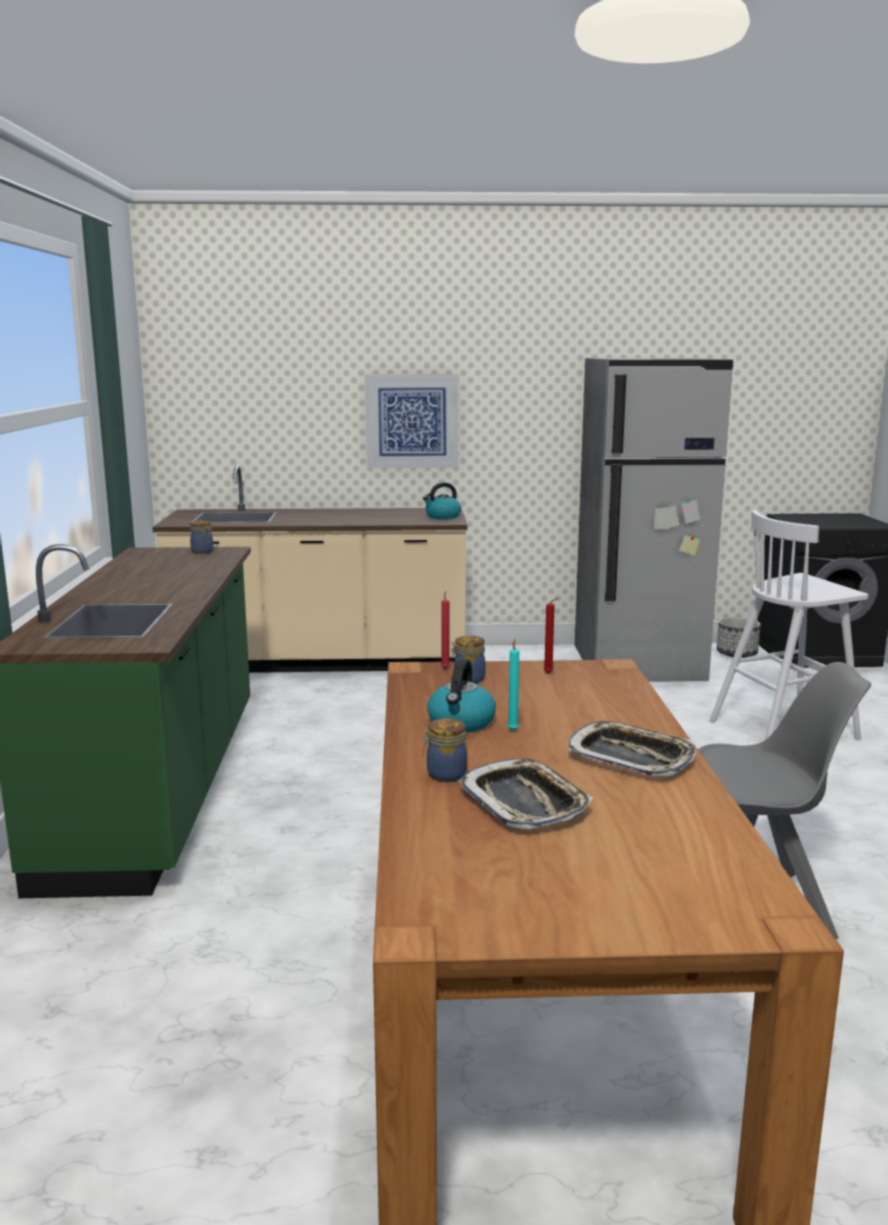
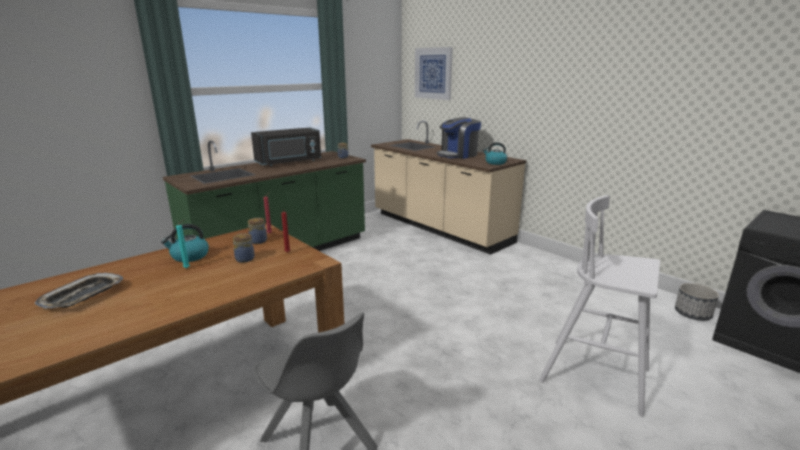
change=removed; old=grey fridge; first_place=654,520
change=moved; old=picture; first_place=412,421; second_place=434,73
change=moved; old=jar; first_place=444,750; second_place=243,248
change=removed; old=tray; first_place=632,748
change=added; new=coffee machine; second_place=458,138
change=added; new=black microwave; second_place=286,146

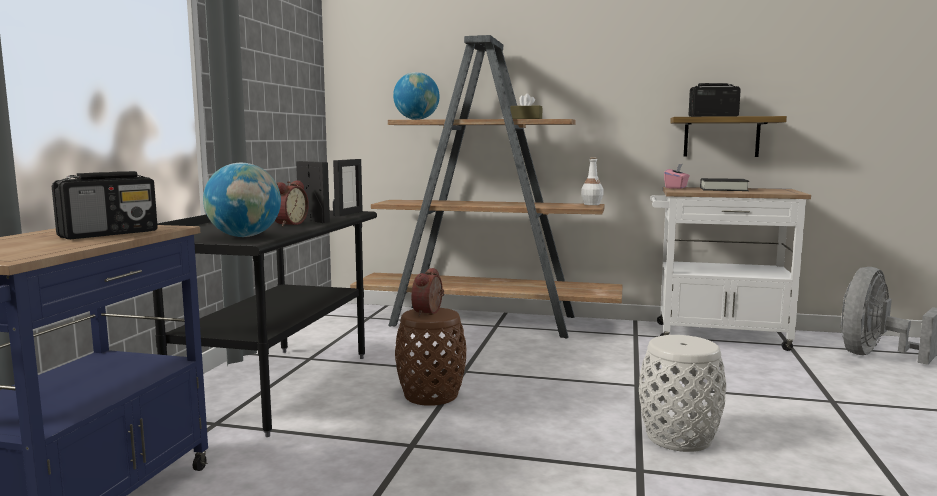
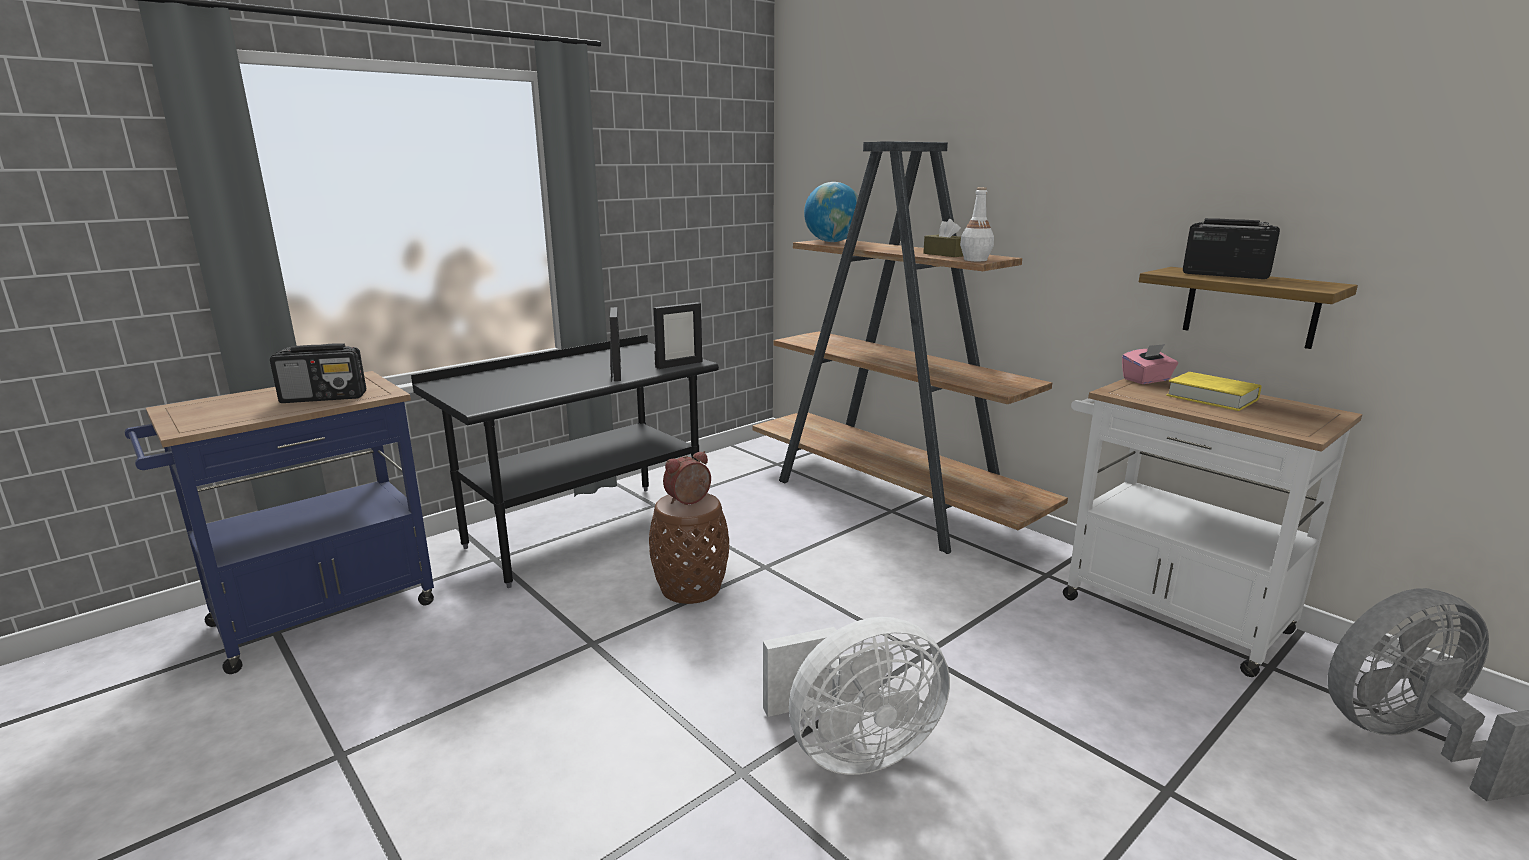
change=moved; old=white bottle; first_place=592,181; second_place=977,224
change=removed; old=globe; first_place=242,200
change=recoloured; old=black book; new=yellow book; first_place=724,184; second_place=1213,391
change=removed; old=alarm clock; first_place=292,203
change=replaced; old=white stool; new=white fan; first_place=682,393; second_place=856,696

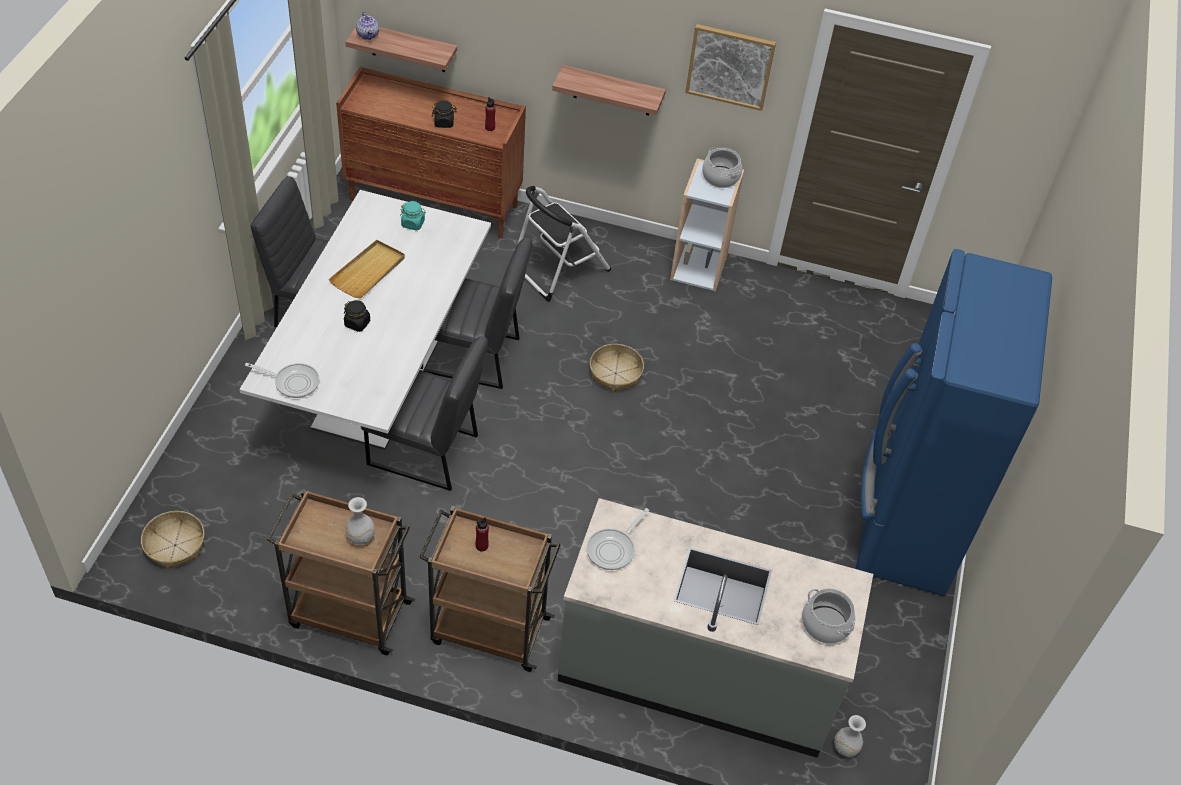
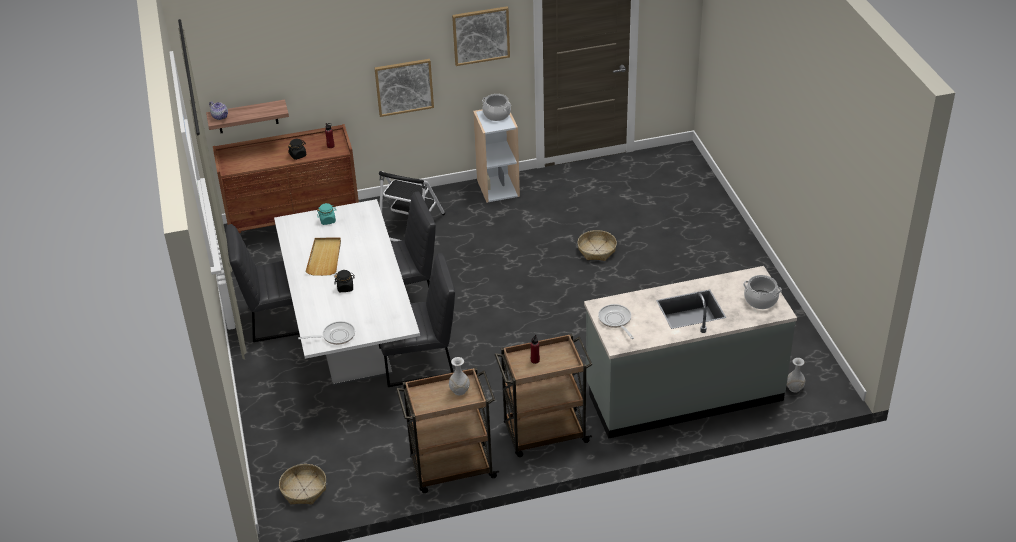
change=replaced; old=shelf; new=picture; first_place=609,90; second_place=404,88
change=removed; old=blue fridge; first_place=954,422
change=moved; old=basket; first_place=617,368; second_place=597,245
change=turned; old=frying pan; first_place=618,539; second_place=616,321; degrees=150

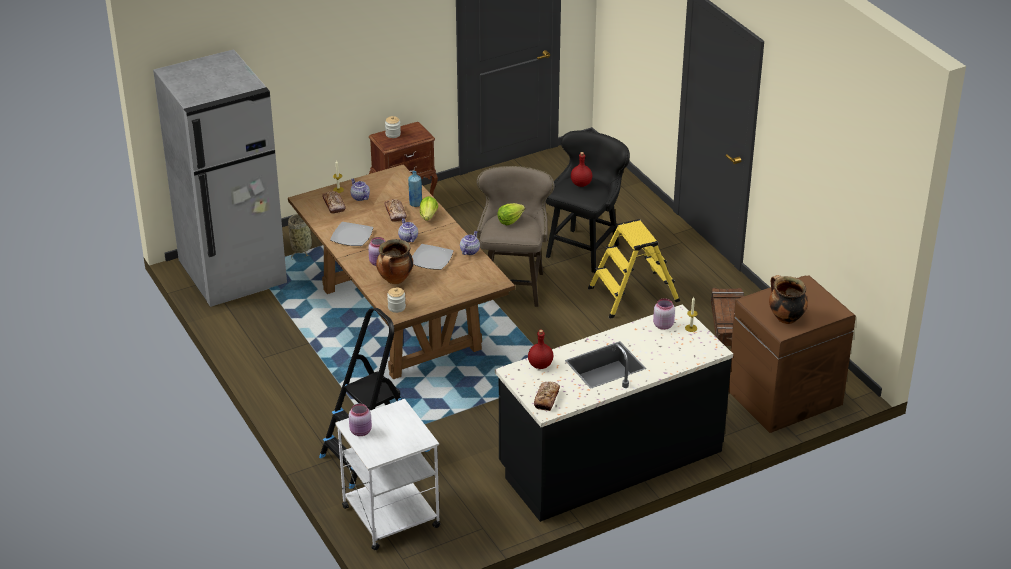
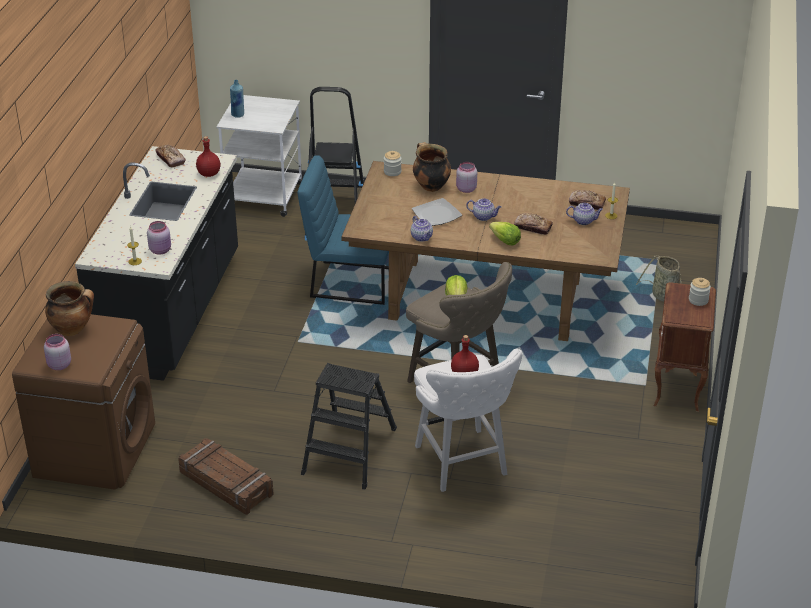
change=removed; old=grey fridge; first_place=220,178
change=recoloured; old=black stool; new=white stool; first_place=588,202; second_place=468,420
change=moved; old=blue bottle; first_place=415,189; second_place=237,99
change=recoloured; old=yellow step ladder; new=black step ladder; first_place=634,269; second_place=349,426
change=removed; old=plate; first_place=351,234
change=moved; old=pink jar; first_place=360,420; second_place=57,352
change=added; new=blue chair; second_place=343,230

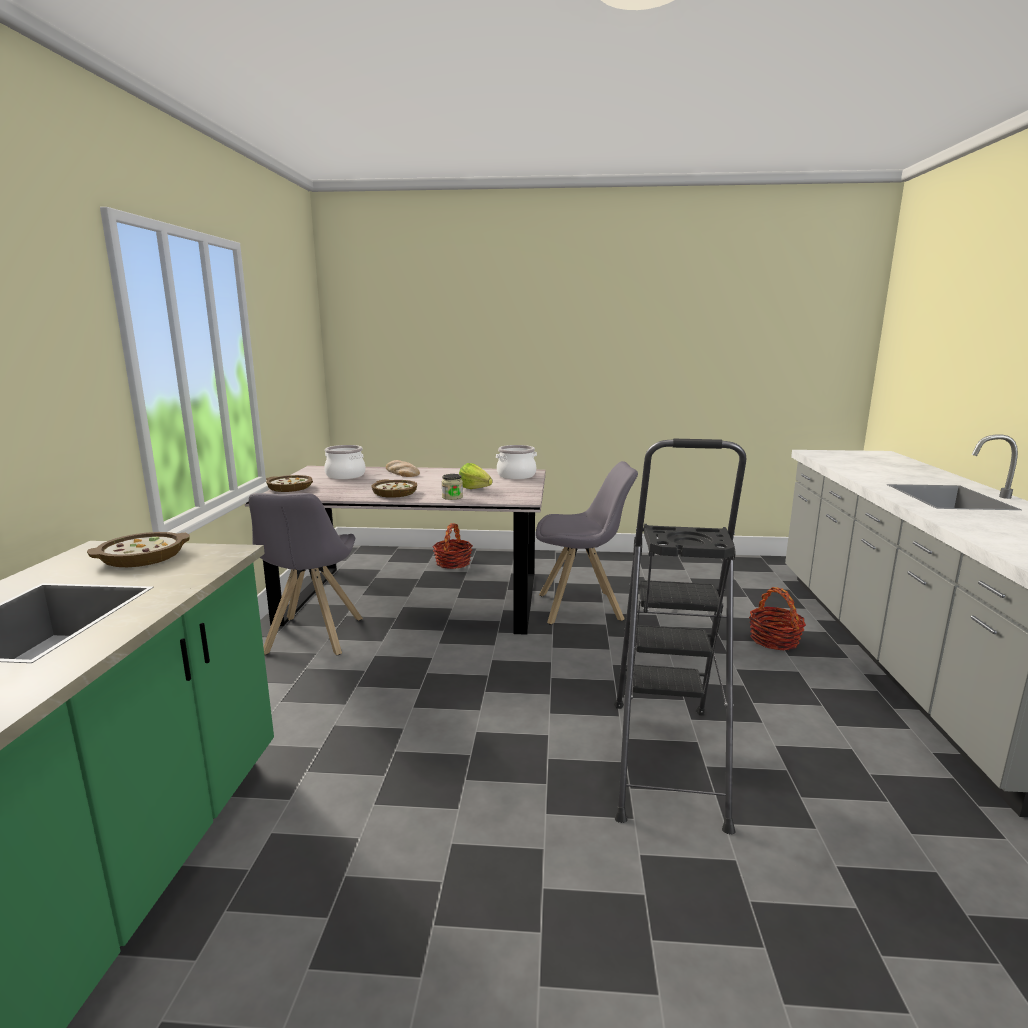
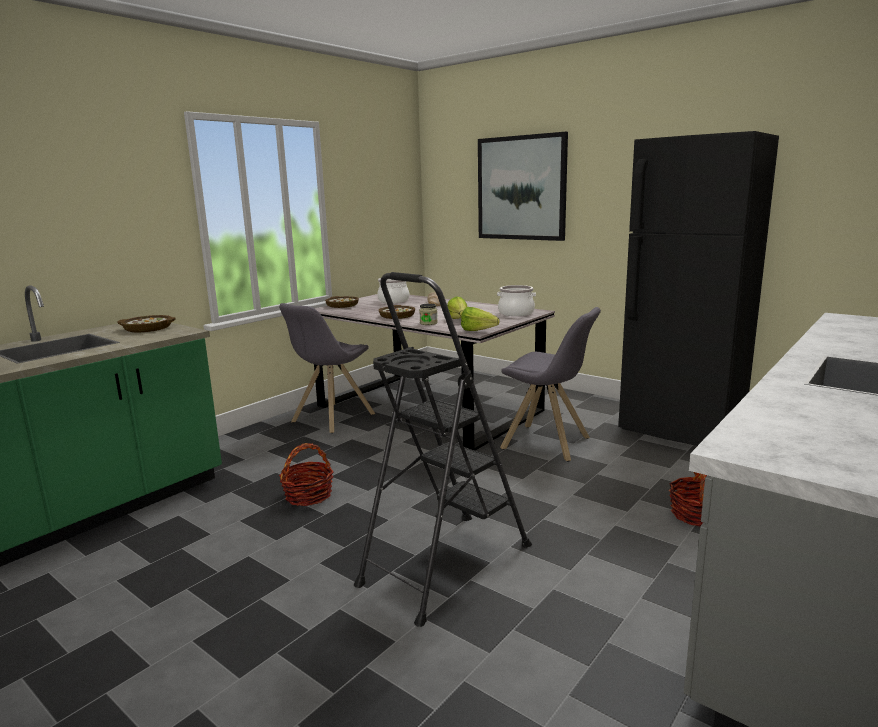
change=moved; old=basket; first_place=452,546; second_place=306,474
change=added; new=black fridge; second_place=698,288
change=added; new=picture; second_place=523,186
change=added; new=lettuce; second_place=480,319

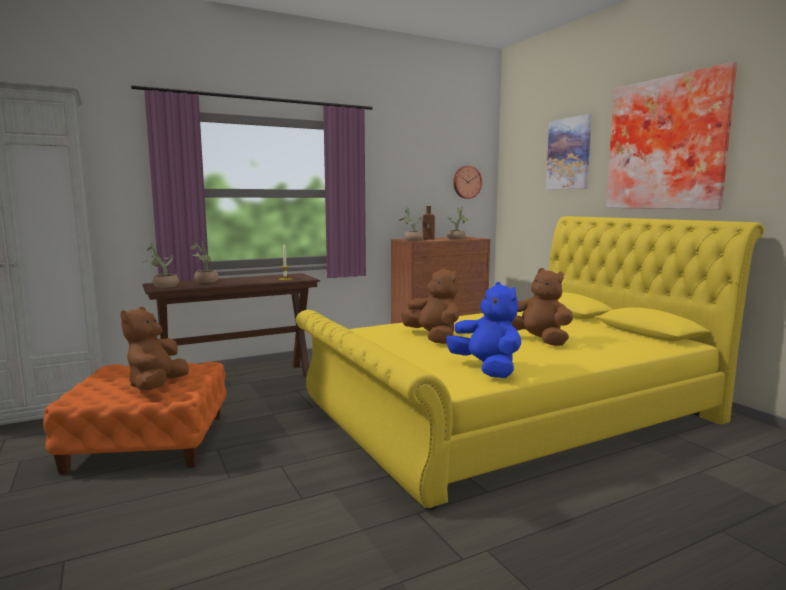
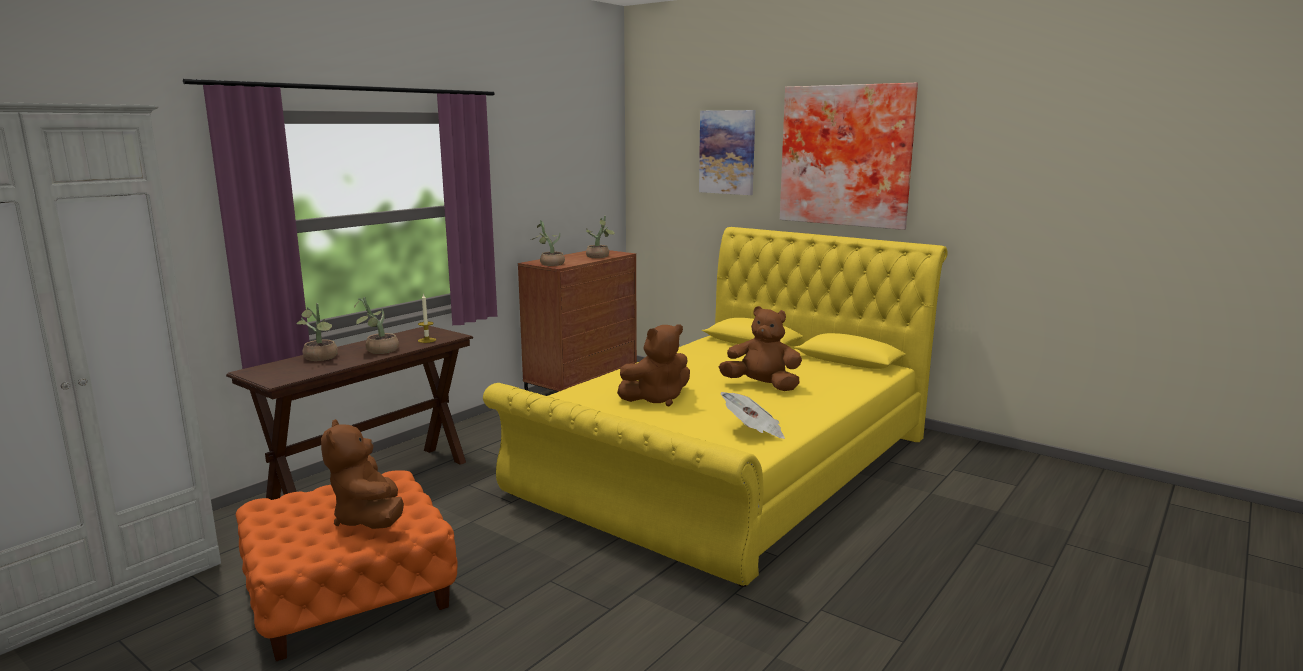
change=removed; old=wall clock; first_place=467,182
change=removed; old=brown bottle; first_place=429,223
change=moved; old=potted plant; first_place=160,265; second_place=376,325
change=turned; old=brown plush toy; first_place=430,305; second_place=653,365; degrees=120
change=replaced; old=blue plush toy; new=newspaper; first_place=483,330; second_place=753,415

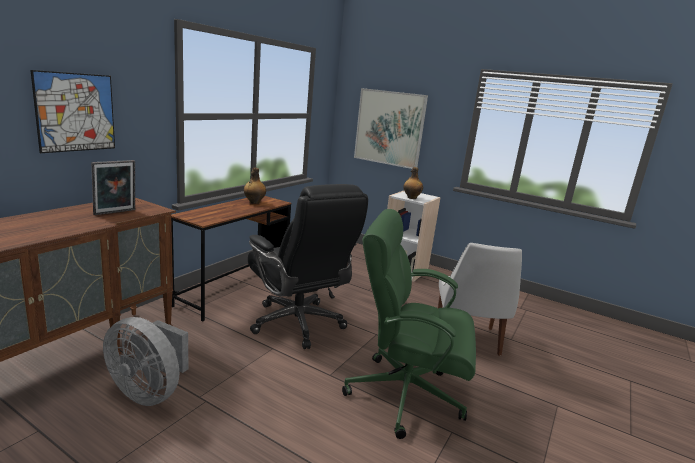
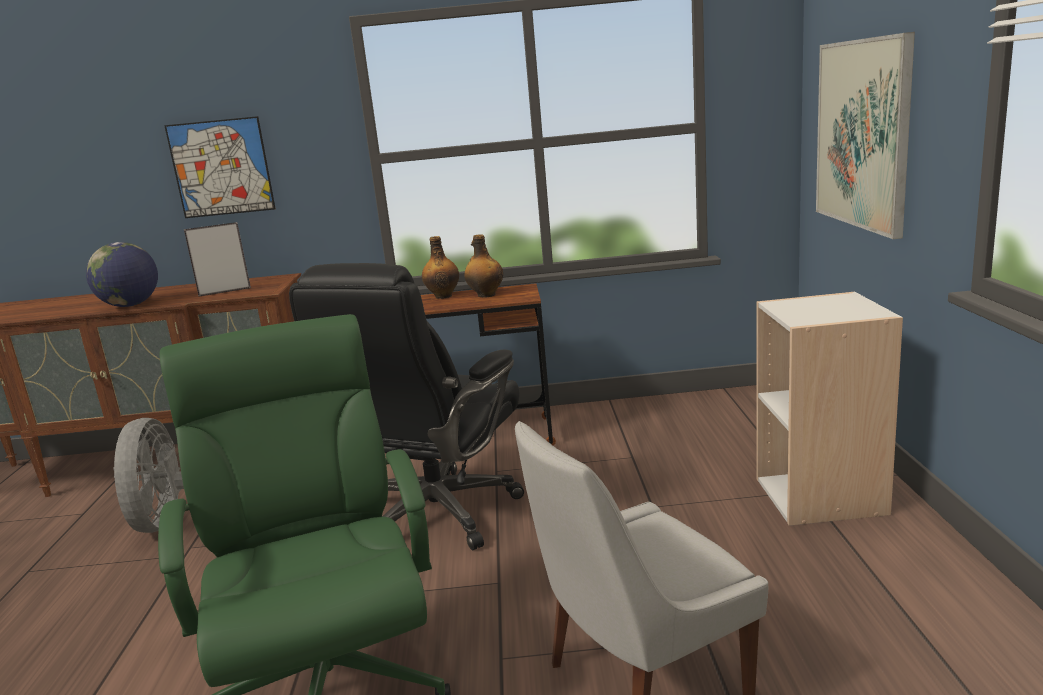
change=turned; old=picture frame; first_place=113,187; second_place=217,259; degrees=150
change=moved; old=bottle; first_place=413,183; second_place=440,267
change=added; new=globe; second_place=122,274

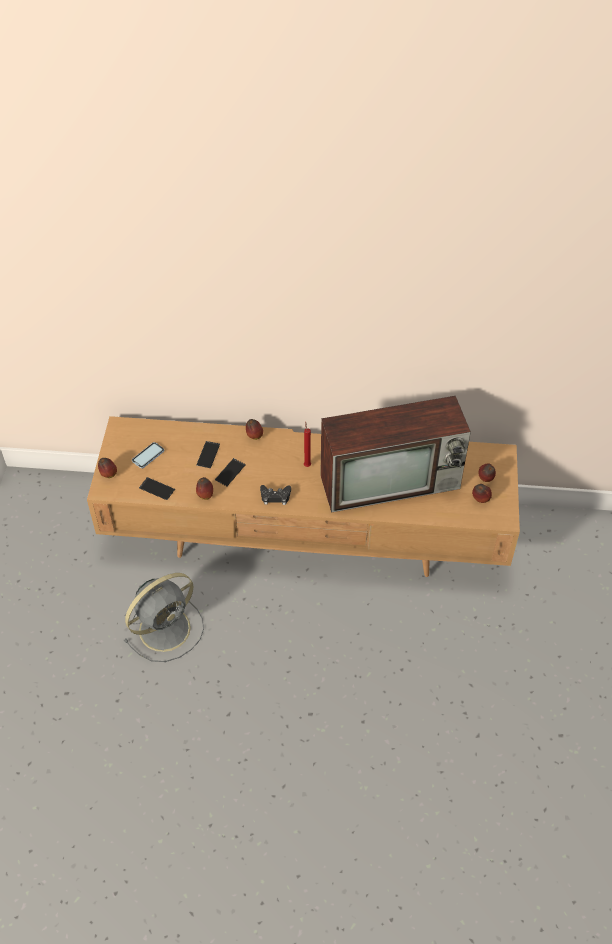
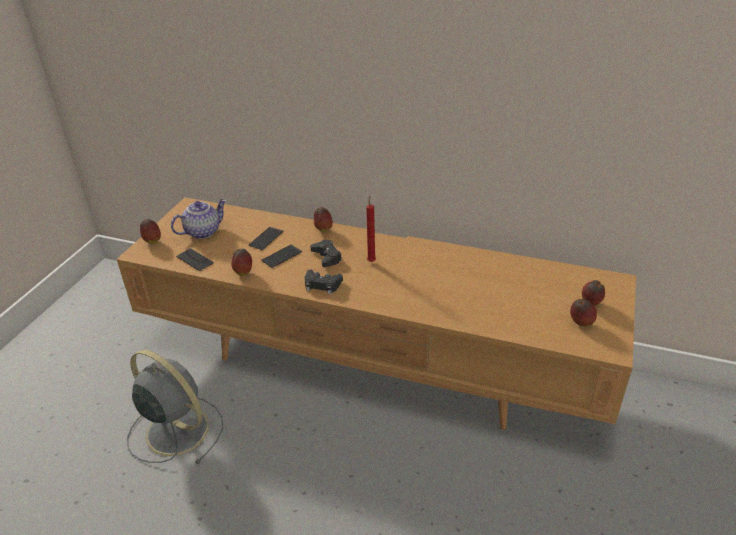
change=removed; old=television; first_place=395,454
change=replaced; old=phone; new=teapot; first_place=148,455; second_place=199,219
change=turned; old=grey fan; first_place=163,617; second_place=175,407; degrees=-120
change=added; new=black game controller; second_place=326,253

